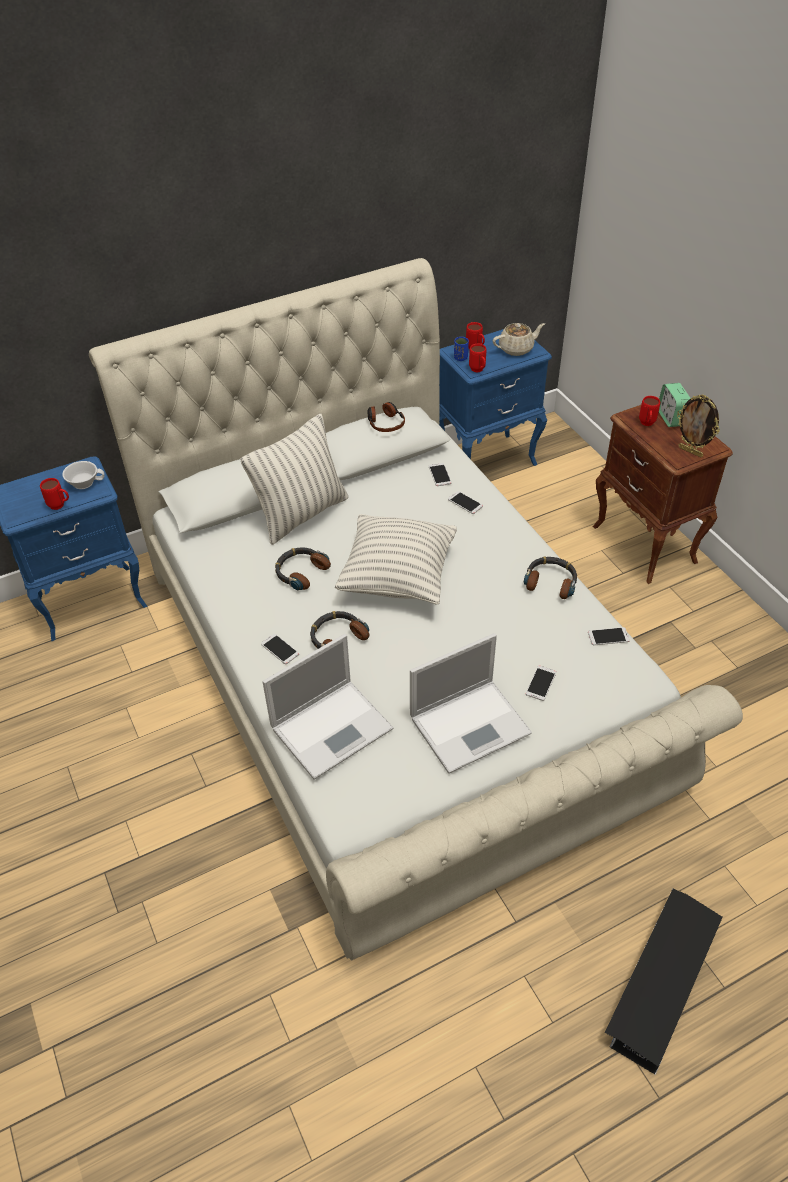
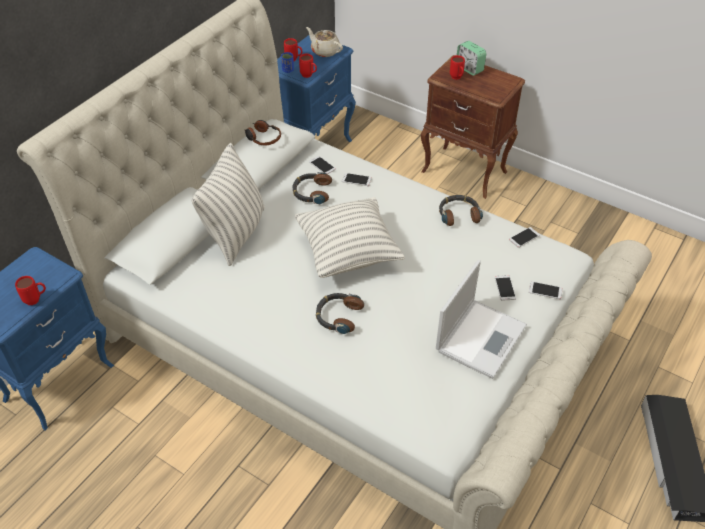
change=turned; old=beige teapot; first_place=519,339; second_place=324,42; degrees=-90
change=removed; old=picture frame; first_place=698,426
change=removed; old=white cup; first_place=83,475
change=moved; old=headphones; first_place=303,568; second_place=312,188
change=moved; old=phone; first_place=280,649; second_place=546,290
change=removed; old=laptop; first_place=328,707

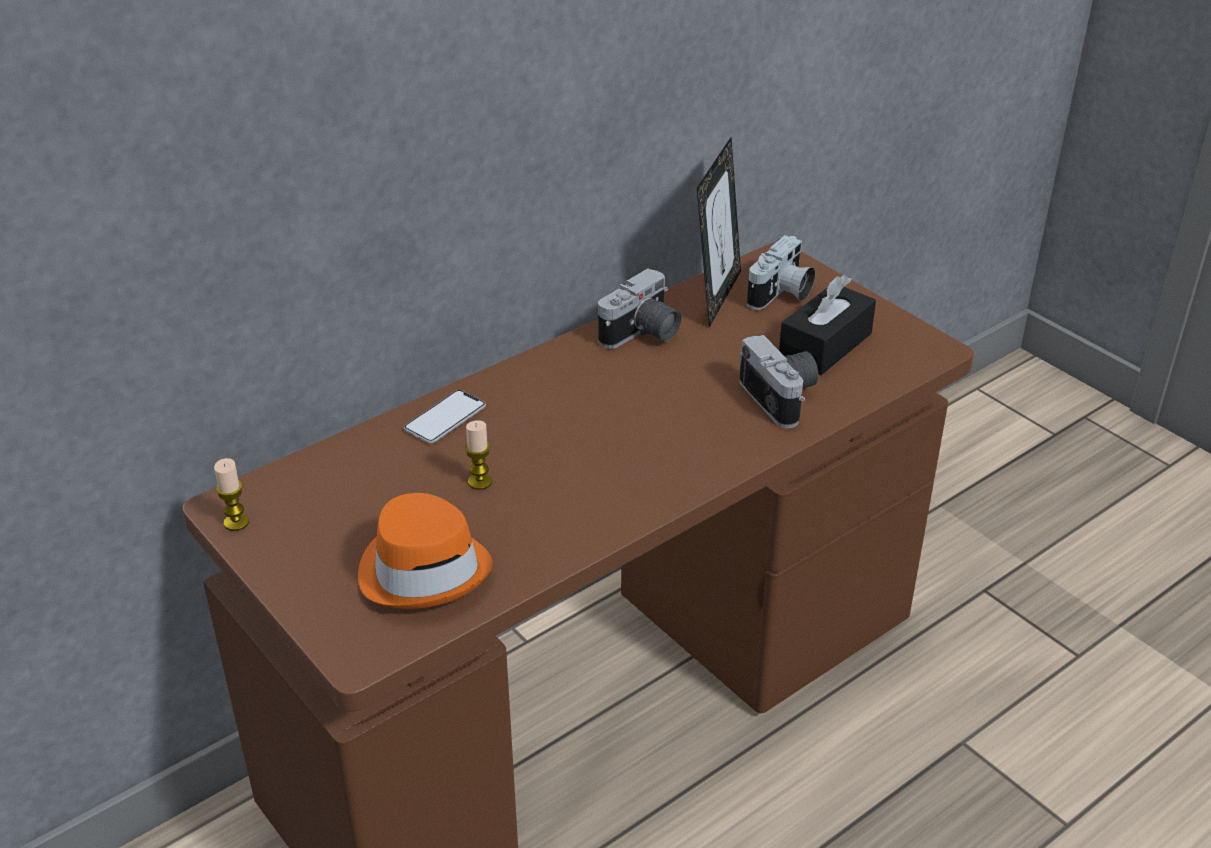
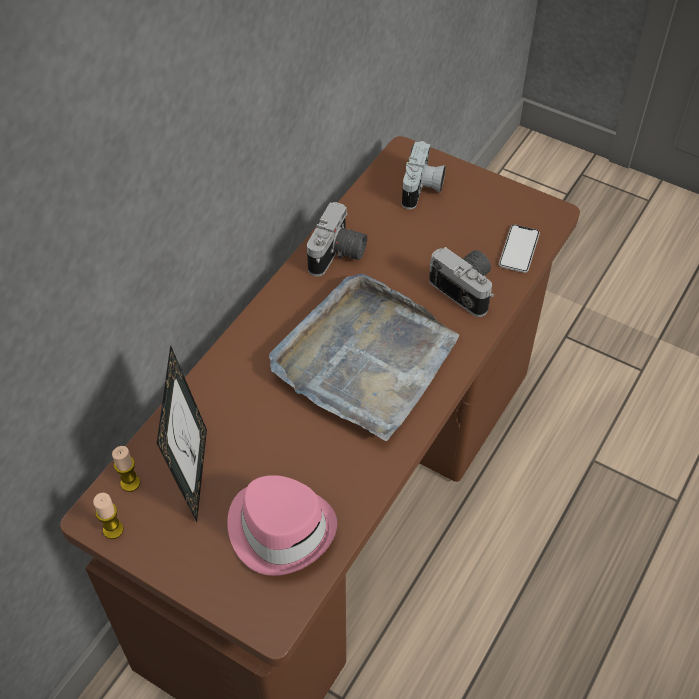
change=moved; old=picture frame; first_place=719,232; second_place=182,433
change=removed; old=black tissue box; first_place=827,325
change=moved; old=phone; first_place=445,417; second_place=519,249
change=moved; old=candle; first_place=478,455; second_place=126,469
change=recoloured; old=orange hat; new=pink hat; first_place=425,551; second_place=282,525
change=added; new=grey tray; second_place=364,357

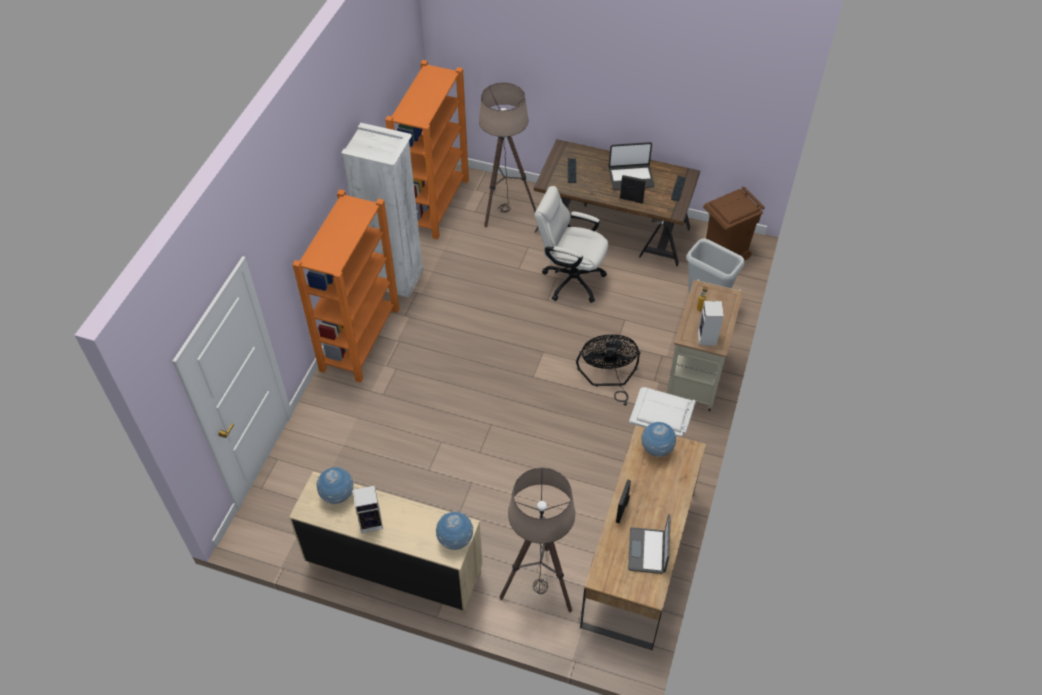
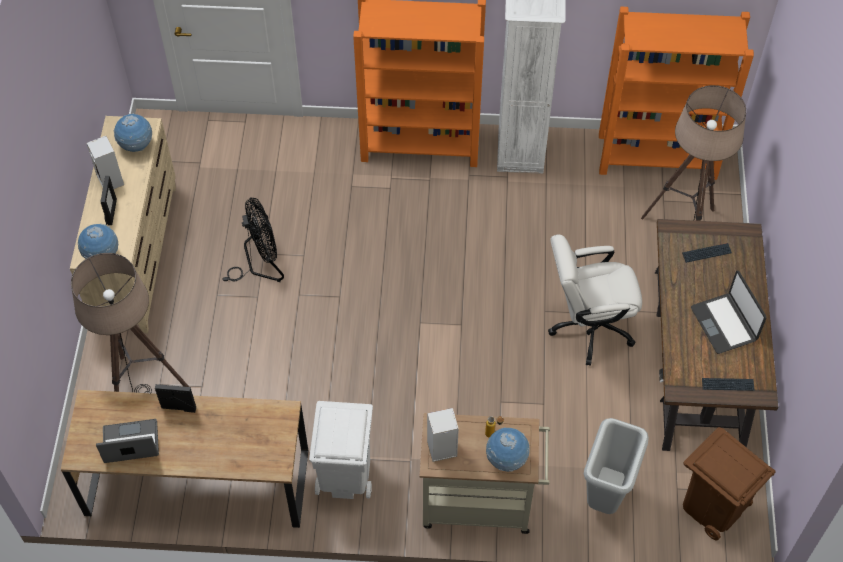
change=moved; old=picture frame; first_place=633,189; second_place=108,200
change=turned; old=white office chair; first_place=571,244; second_place=595,300; degrees=-105
change=moved; old=black fan; first_place=608,370; second_place=253,240
change=moved; old=globe; first_place=658,439; second_place=508,449

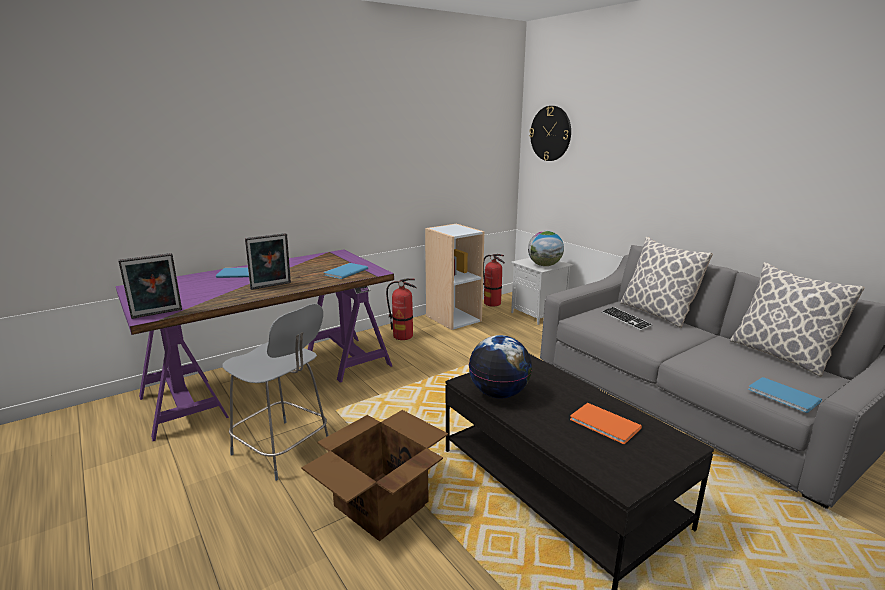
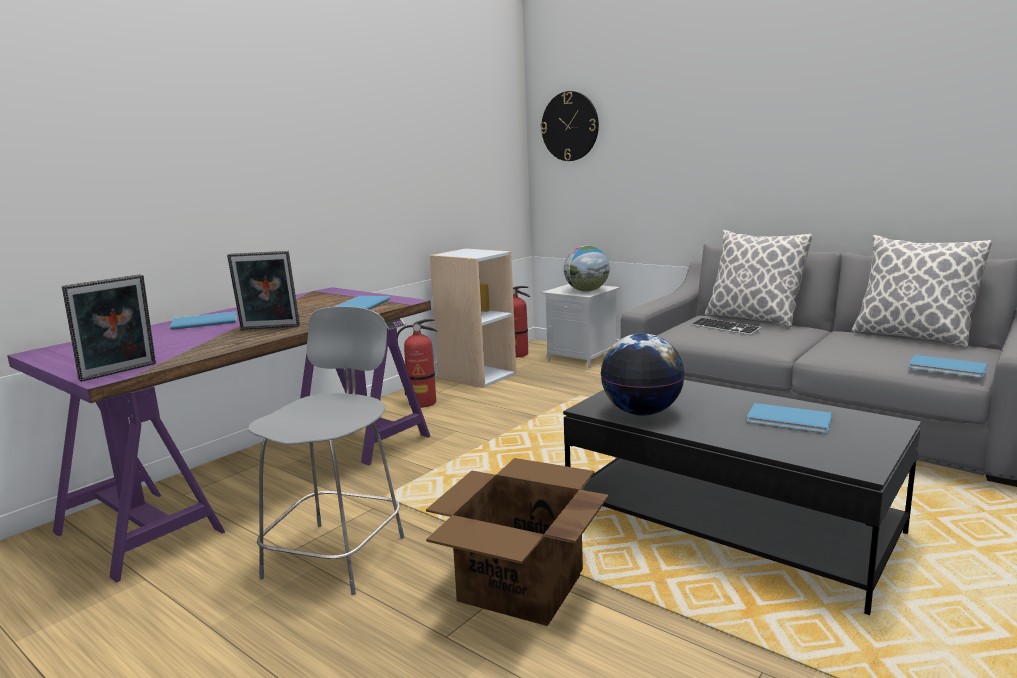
change=turned; old=picture frame; first_place=268,261; second_place=263,290; degrees=45
change=turned; old=grey chair; first_place=275,392; second_place=326,450; degrees=-90
change=recoloured; old=orange book; new=blue book; first_place=606,423; second_place=789,418

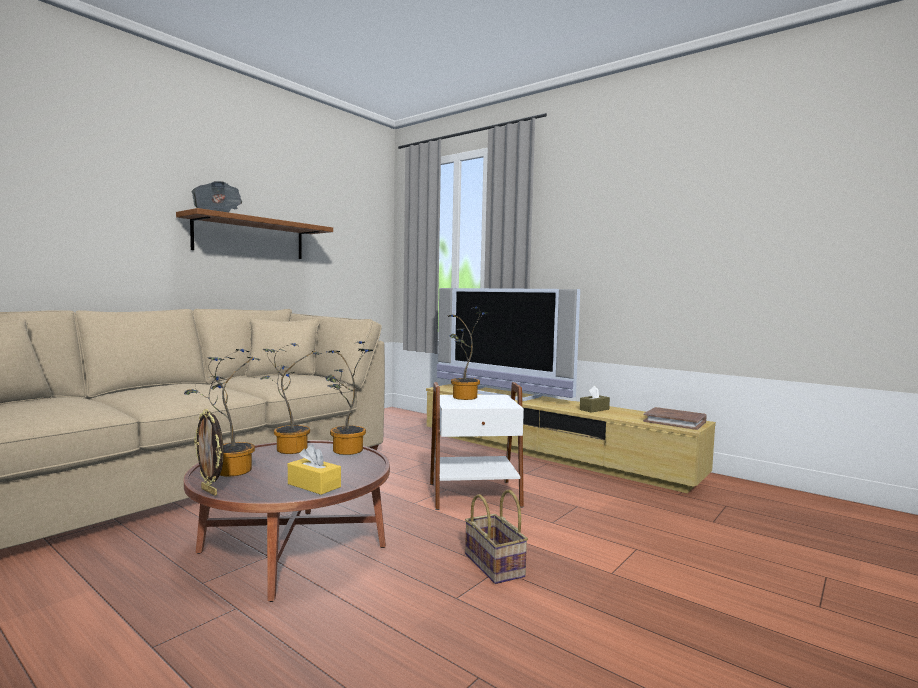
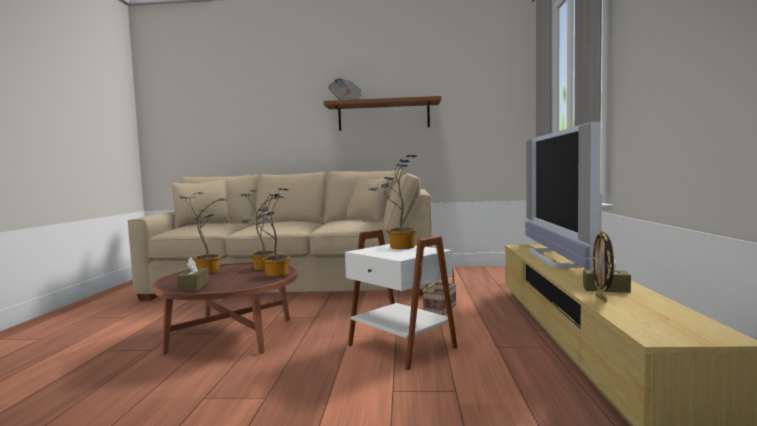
change=removed; old=brown book; first_place=674,418
change=moved; old=picture frame; first_place=209,452; second_place=602,265
change=recoloured; old=yellow tissue box; new=brown tissue box; first_place=314,469; second_place=193,274
change=moved; old=basket; first_place=496,537; second_place=439,291

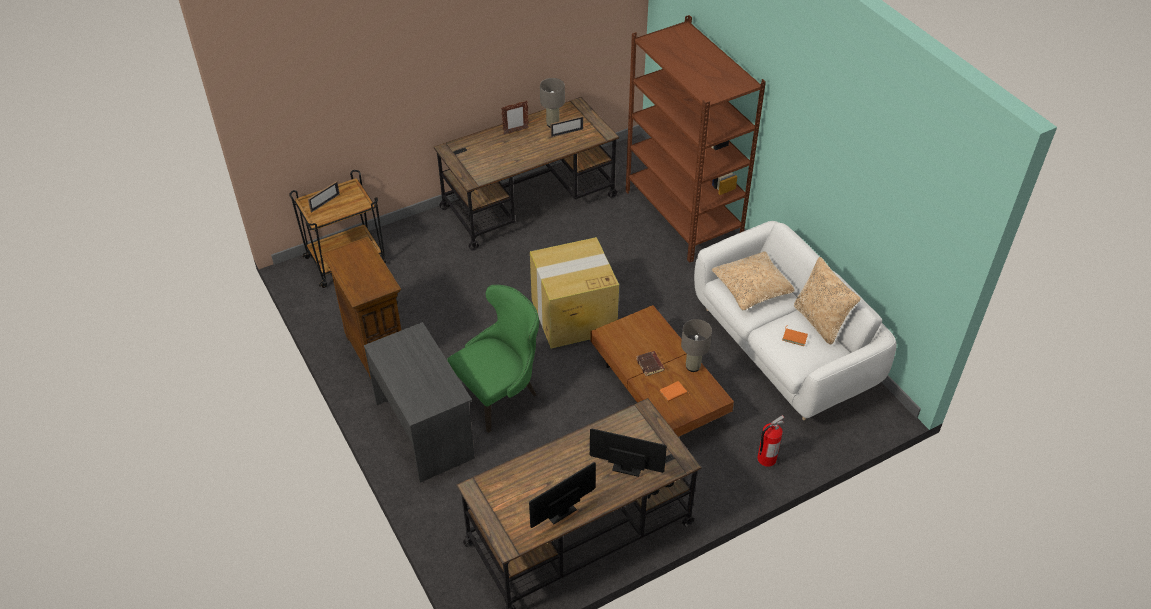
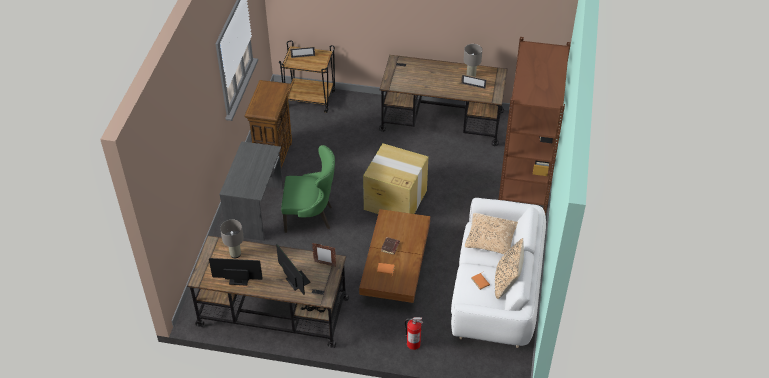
change=moved; old=picture frame; first_place=515,117; second_place=324,255
change=moved; old=grey table lamp; first_place=696,345; second_place=232,238

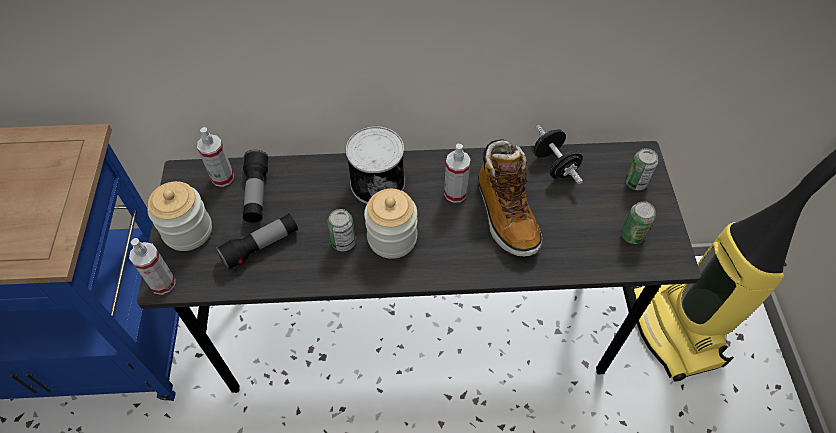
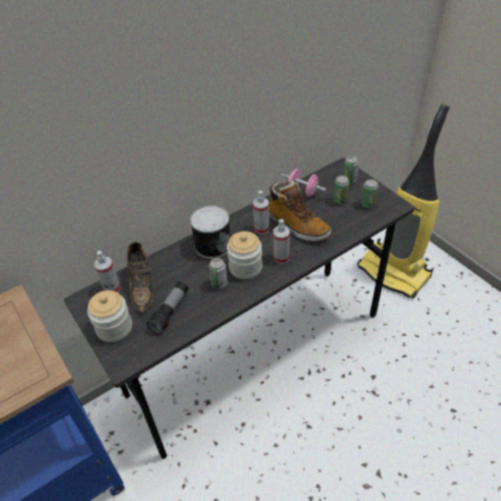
change=recoloured; old=black dumbbell; new=pink dumbbell; first_place=558,154; second_place=304,183
change=replaced; old=flashlight; new=brown shoe; first_place=256,186; second_place=140,277
change=moved; old=spray bottle; first_place=152,266; second_place=281,241
change=added; new=can; second_place=341,189

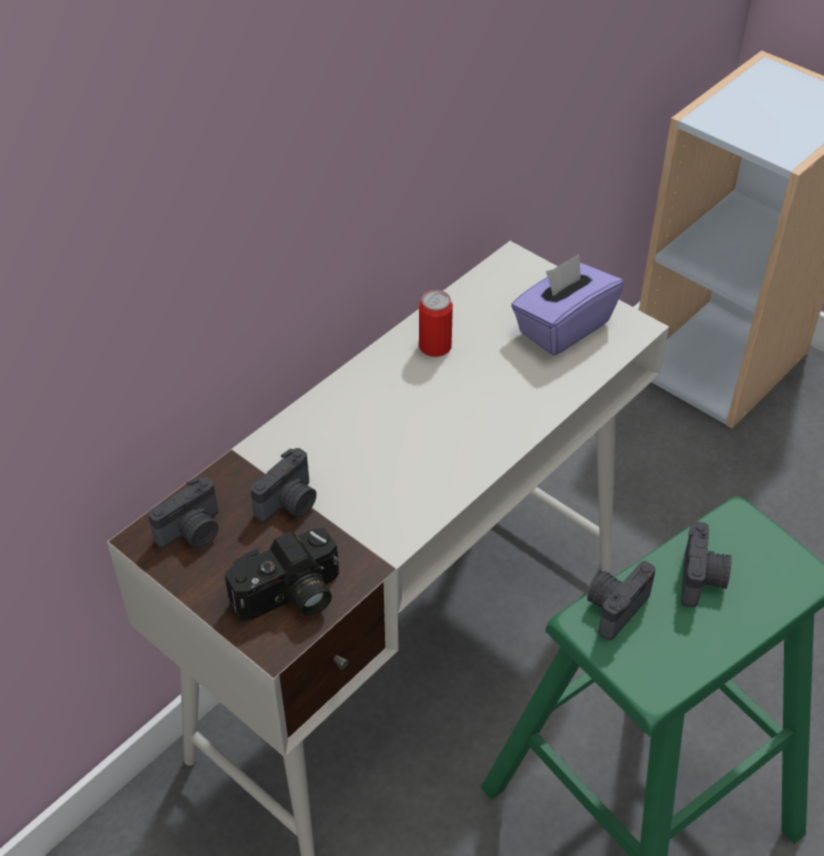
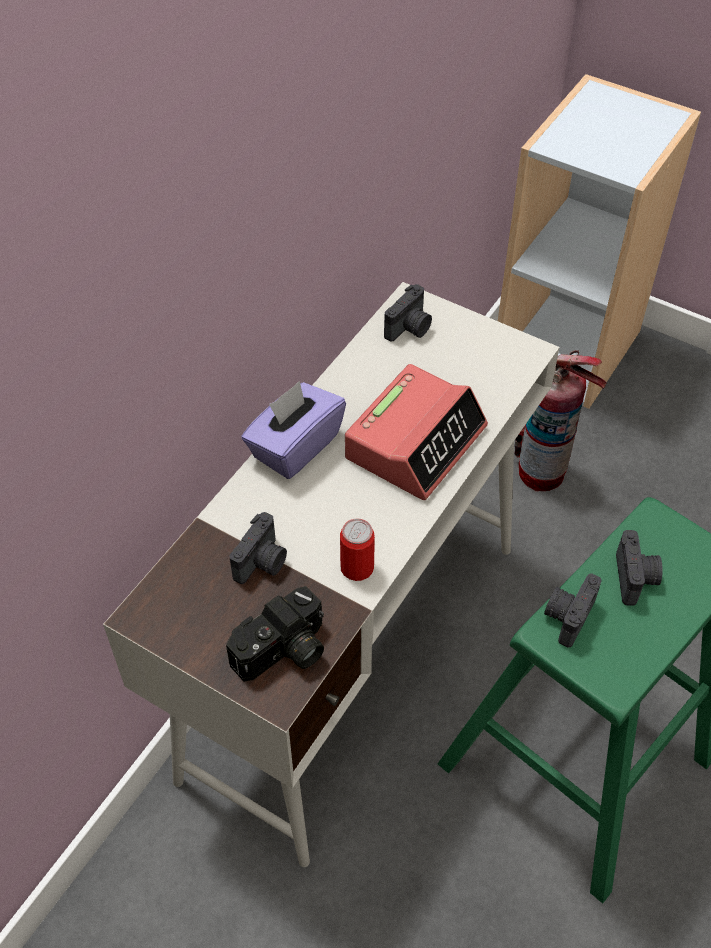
change=moved; old=purple tissue box; first_place=567,304; second_place=293,430
change=moved; old=can; first_place=436,323; second_place=357,549
change=moved; old=photo camera; first_place=183,512; second_place=408,313
change=added; new=fire extinguisher; second_place=561,420
change=added; new=alarm clock; second_place=416,432

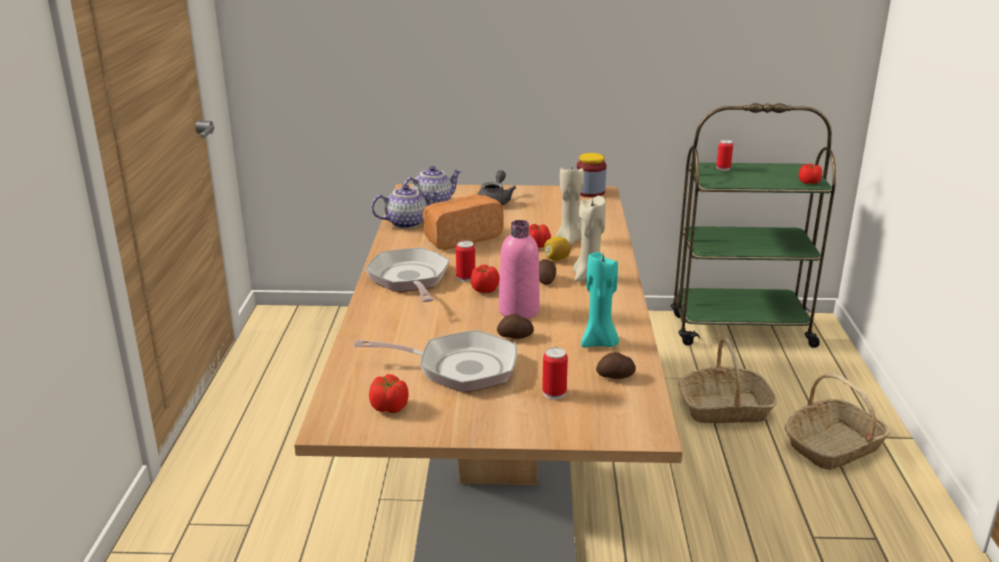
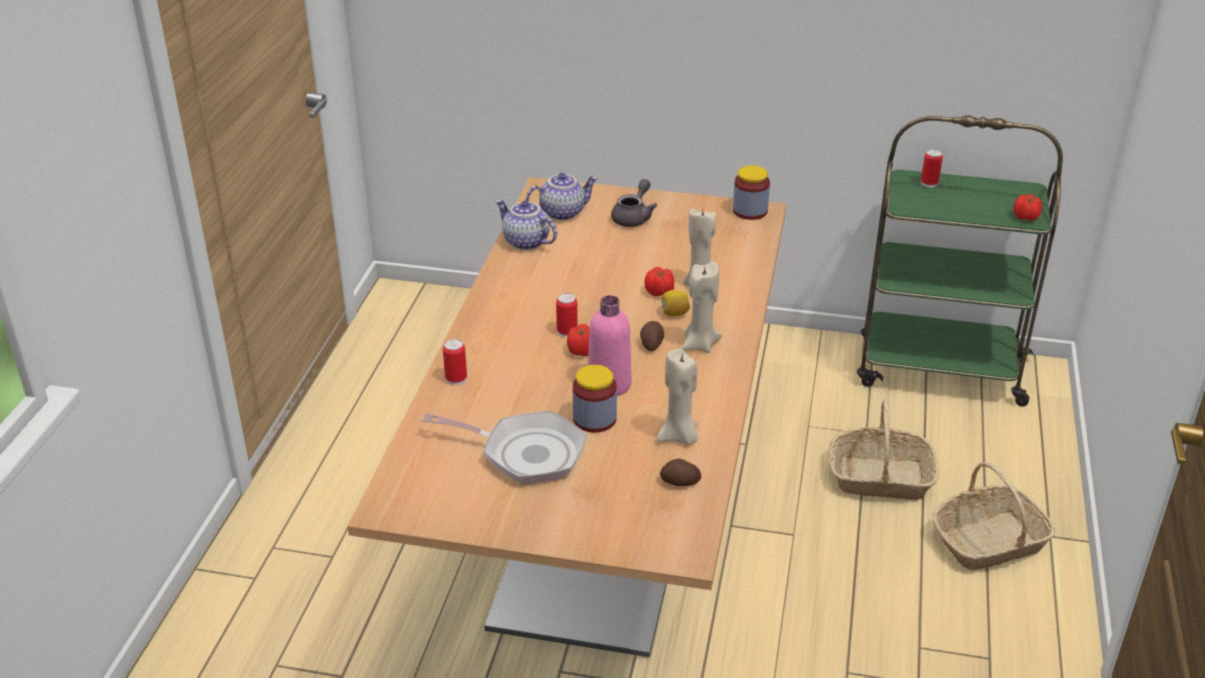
change=turned; old=teapot; first_place=405,207; second_place=526,224; degrees=-135
change=removed; old=bread; first_place=463,222
change=removed; old=frying pan; first_place=407,275
change=recoloured; old=turquoise candle; new=beige candle; first_place=600,299; second_place=677,397
change=replaced; old=potato; new=jar; first_place=515,326; second_place=595,399
change=moved; old=can; first_place=555,373; second_place=455,362
change=removed; old=tomato; first_place=389,393

